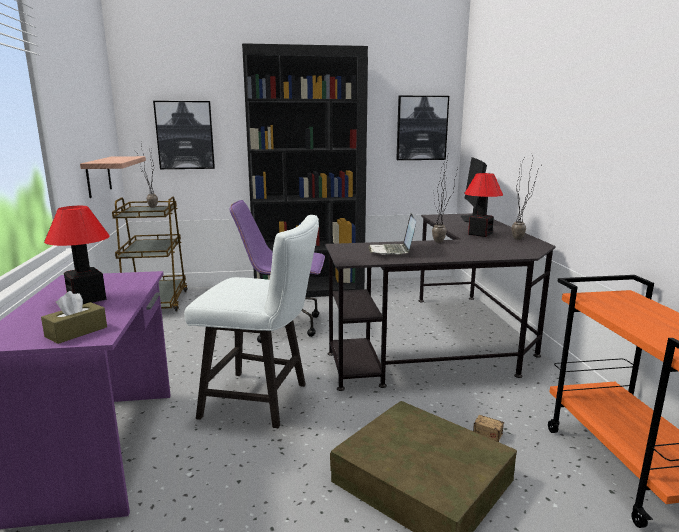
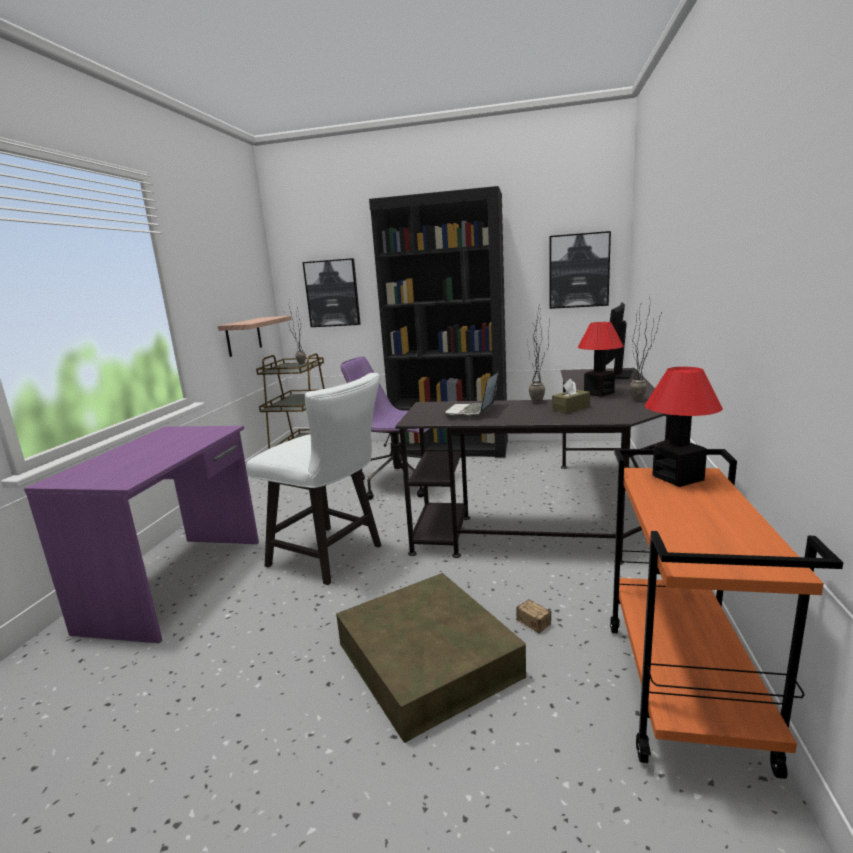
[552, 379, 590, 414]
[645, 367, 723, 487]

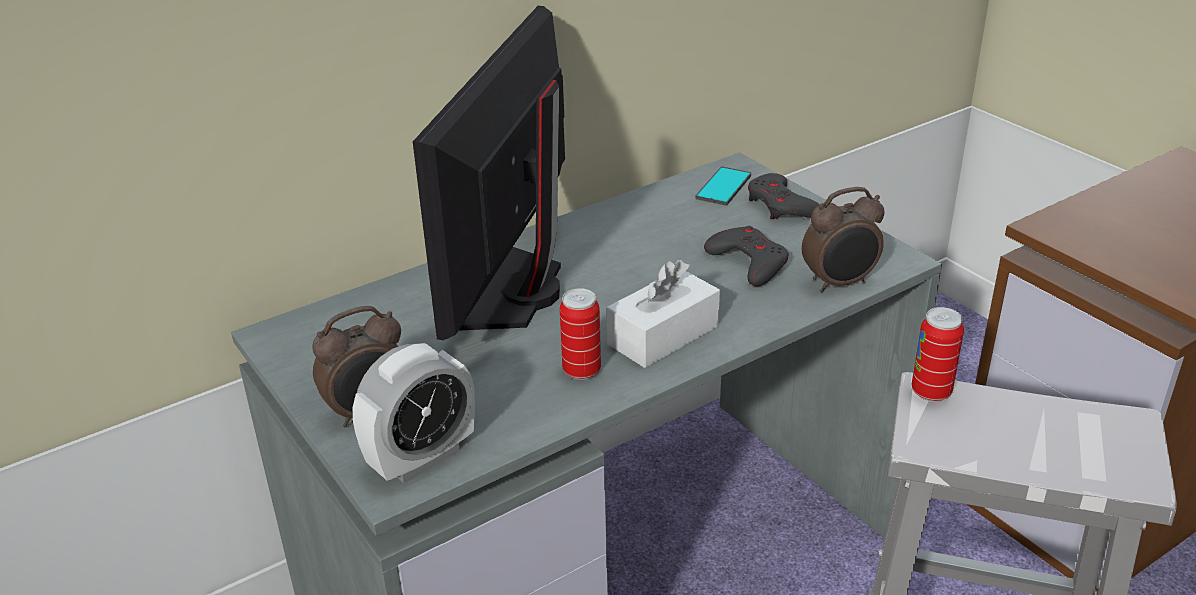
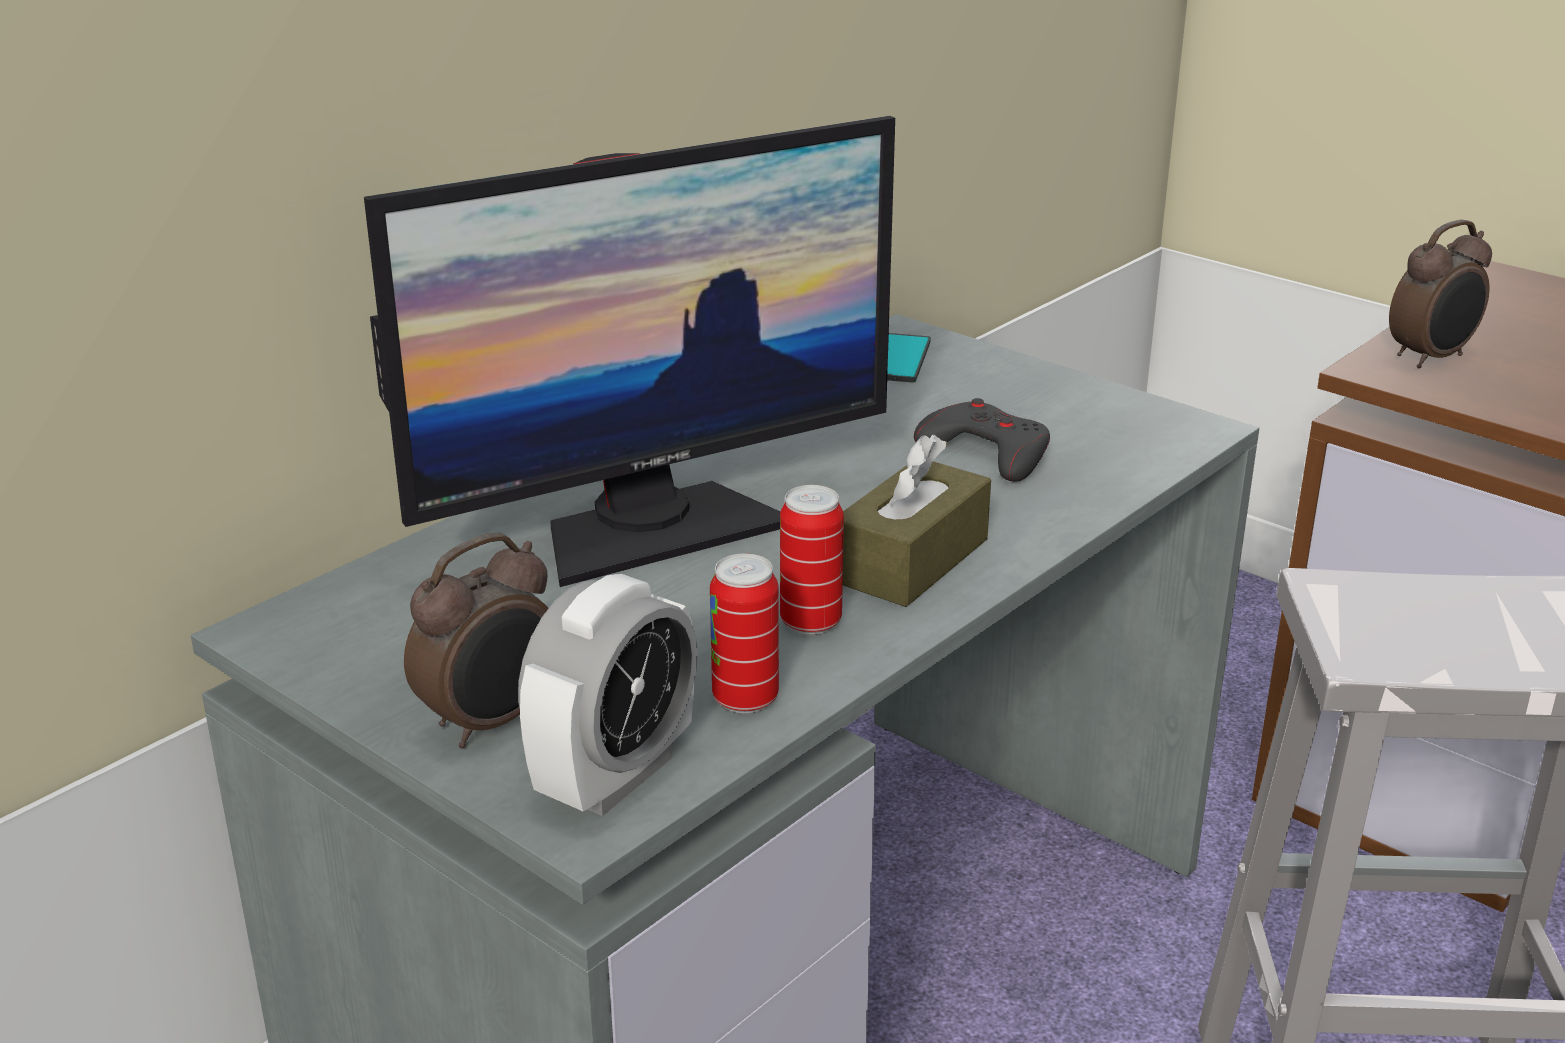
[748, 173, 819, 219] (first image)
[1389, 220, 1492, 368]
[710, 553, 779, 713]
[843, 435, 991, 607]
[364, 116, 895, 587]

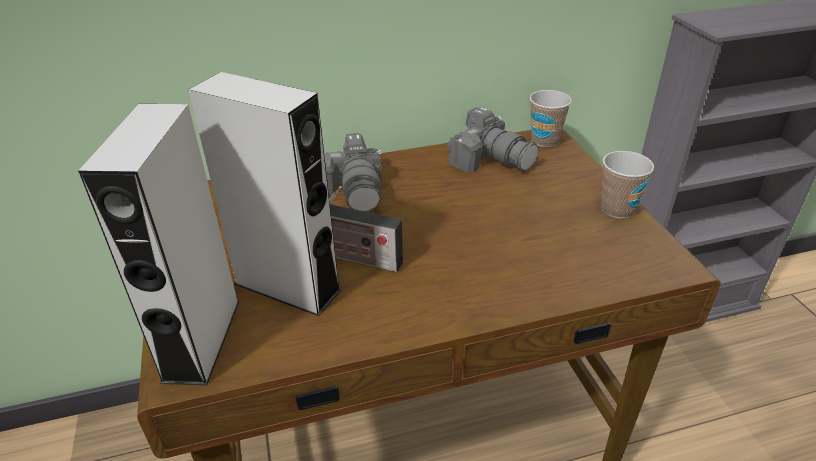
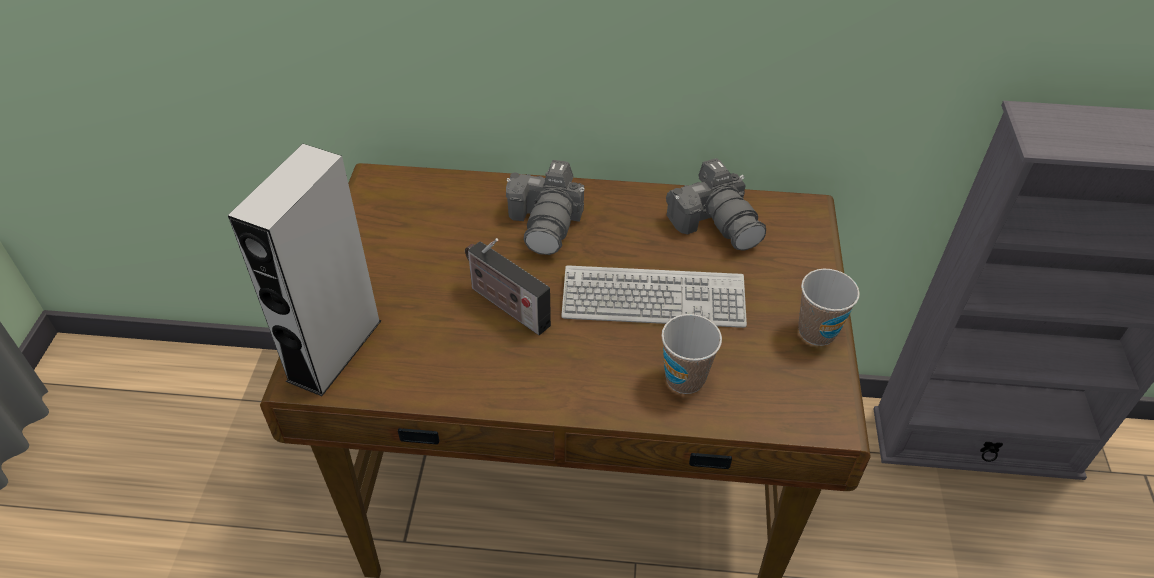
[188, 72, 341, 316] (first image)
[561, 265, 747, 328]
[661, 314, 722, 394]

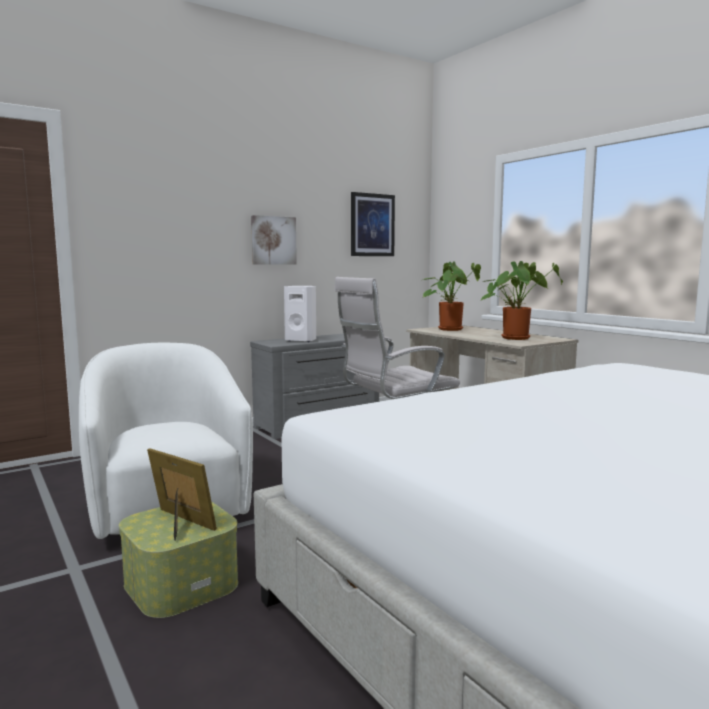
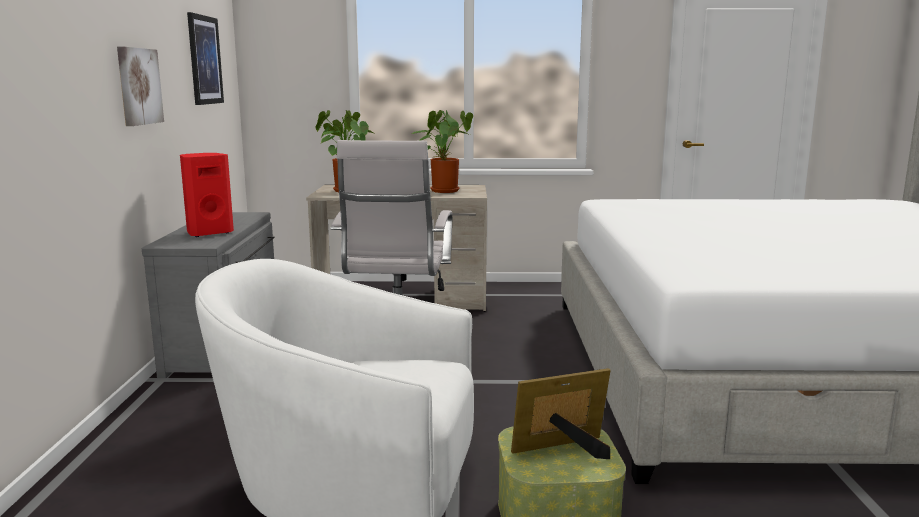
[180, 153, 234, 237]

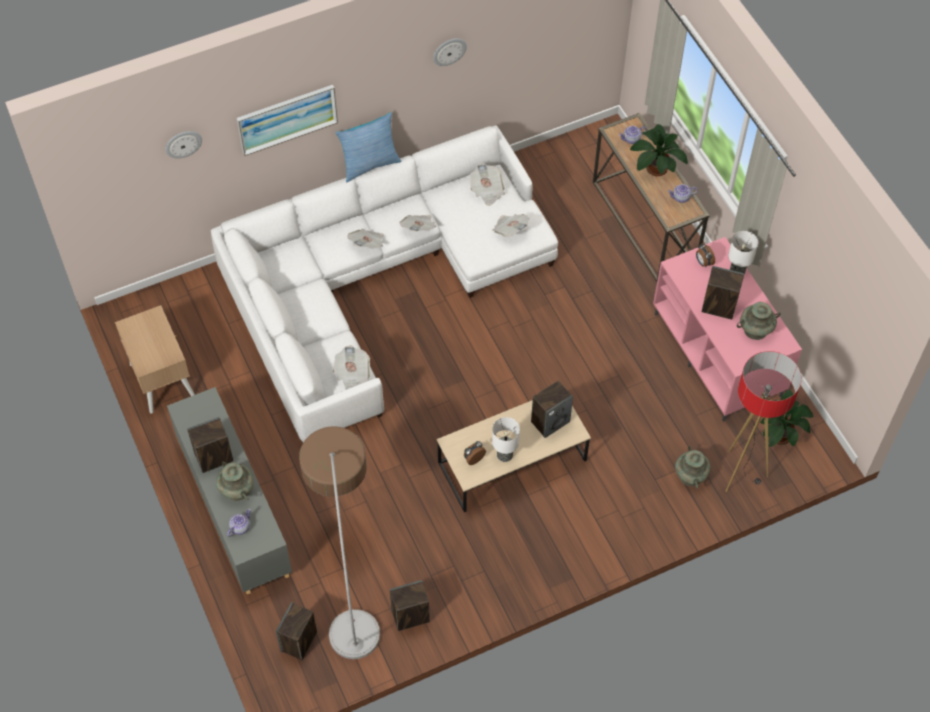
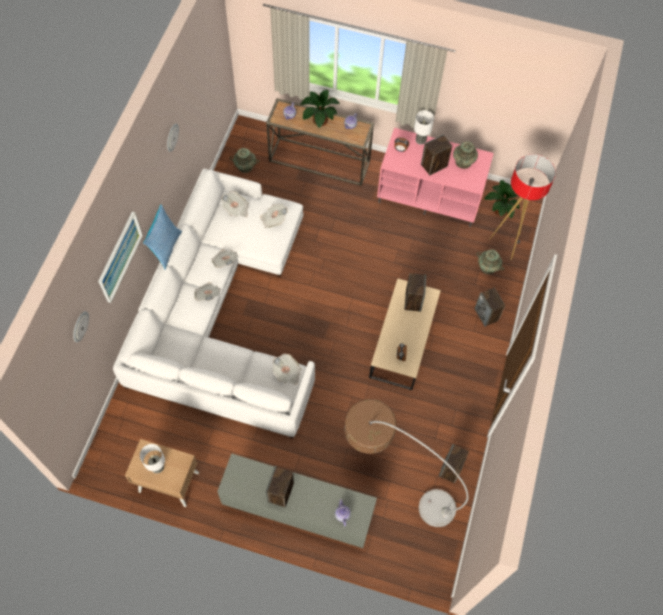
[230, 148, 259, 173]
[474, 288, 505, 327]
[140, 444, 165, 473]

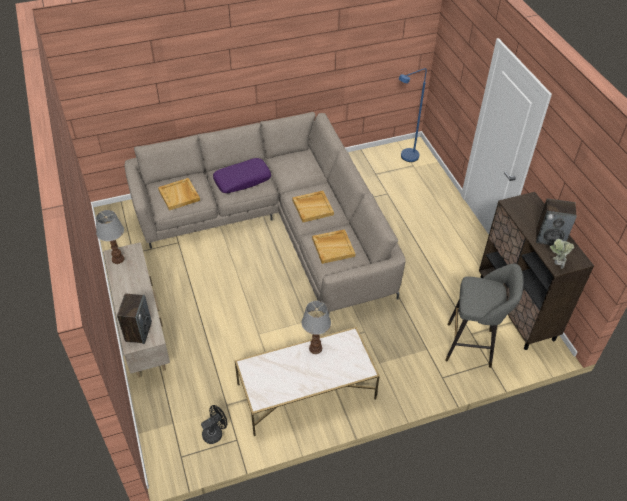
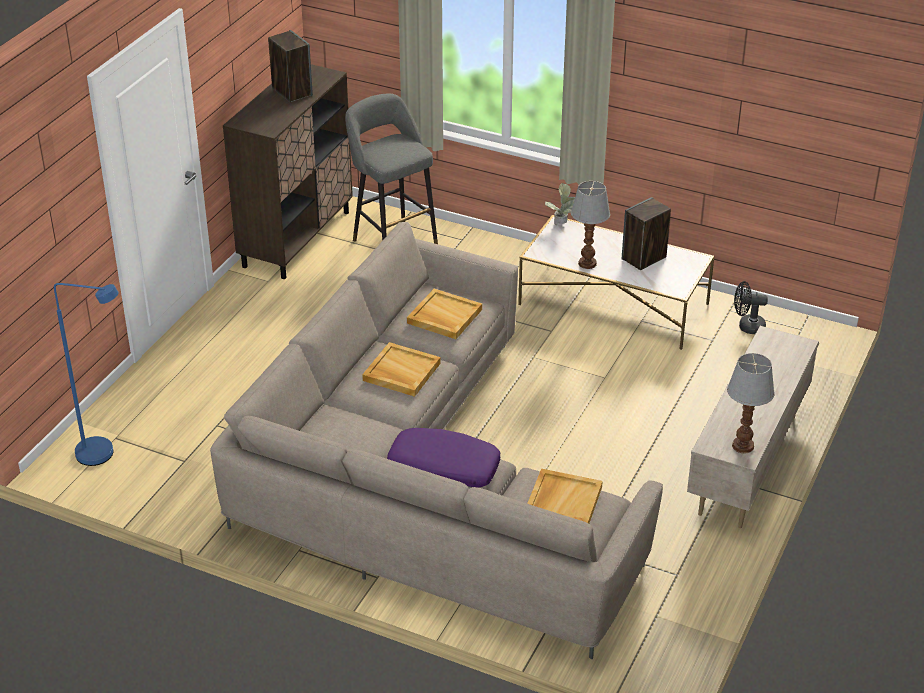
[622, 197, 671, 270]
[545, 183, 575, 225]

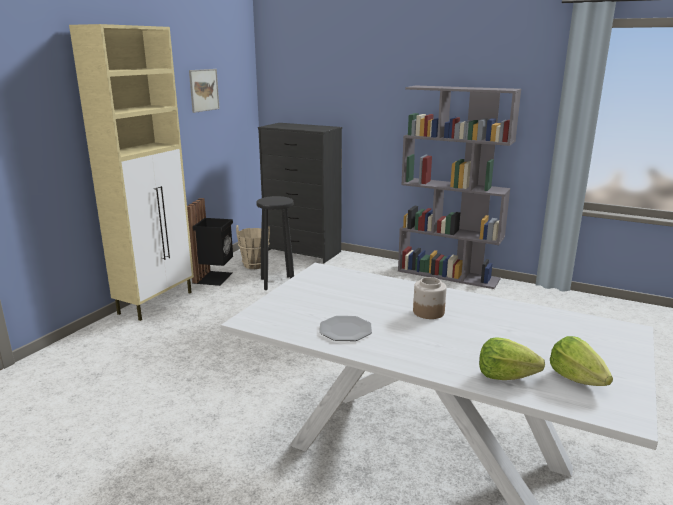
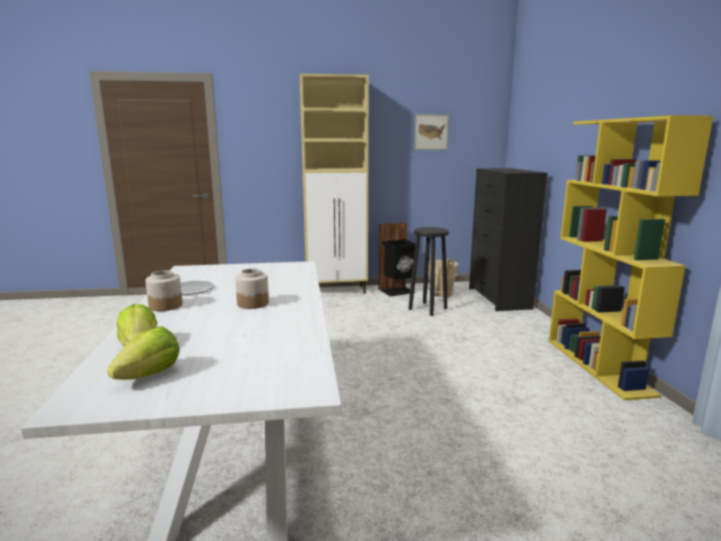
[145, 270, 183, 311]
[549, 115, 714, 401]

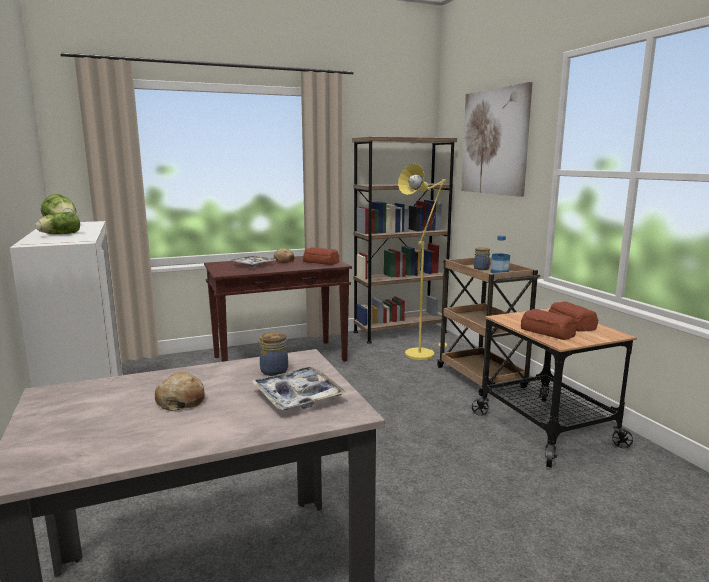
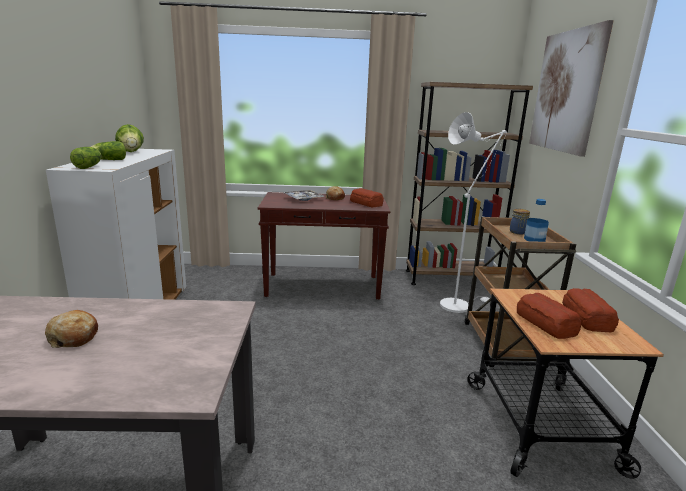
[251, 367, 347, 410] (first image)
[260, 332, 288, 376] (first image)
[70, 147, 101, 169]
[440, 112, 507, 313]

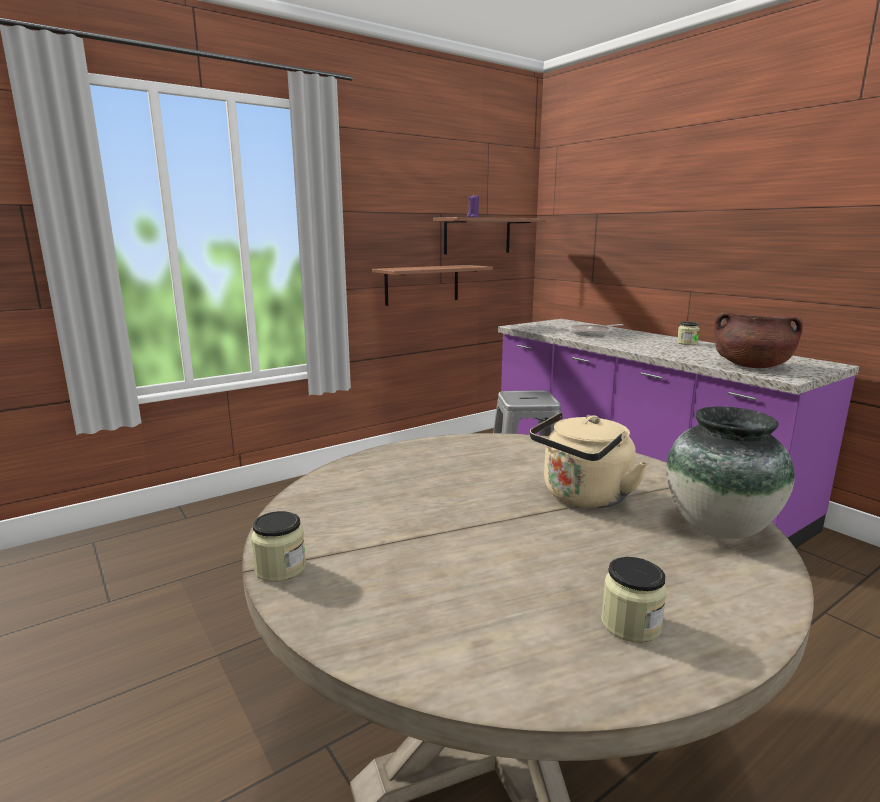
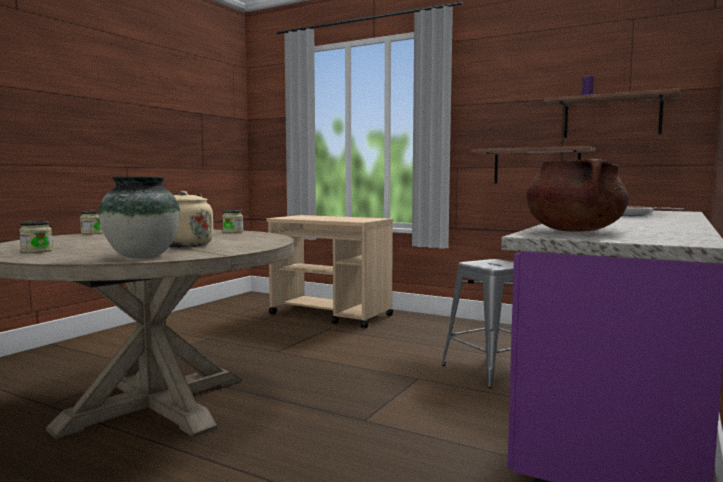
[267, 215, 394, 328]
[222, 210, 243, 233]

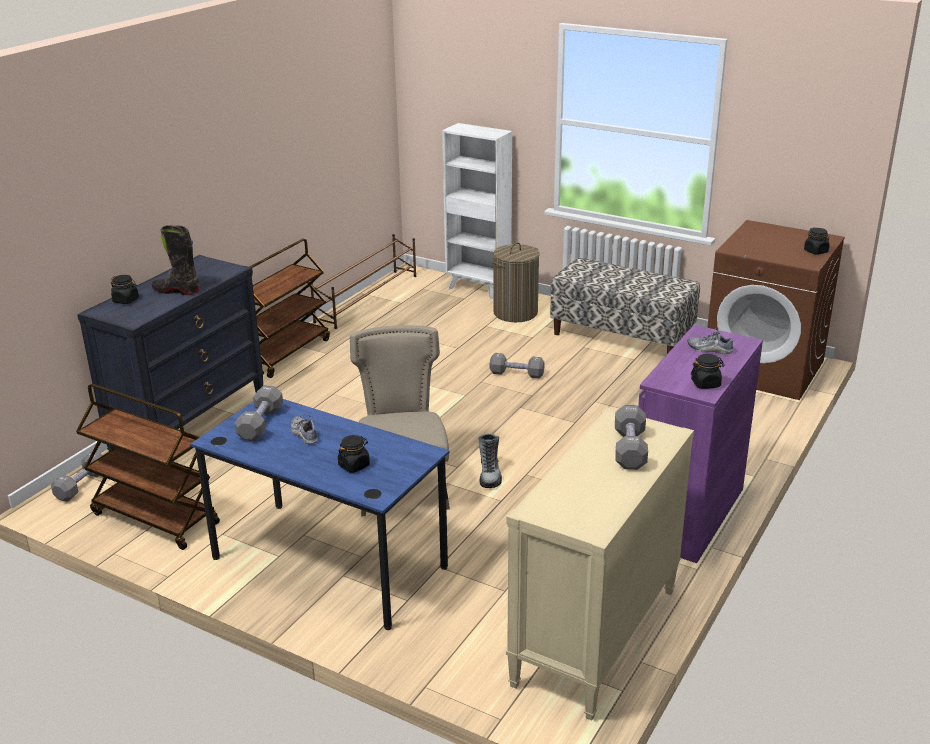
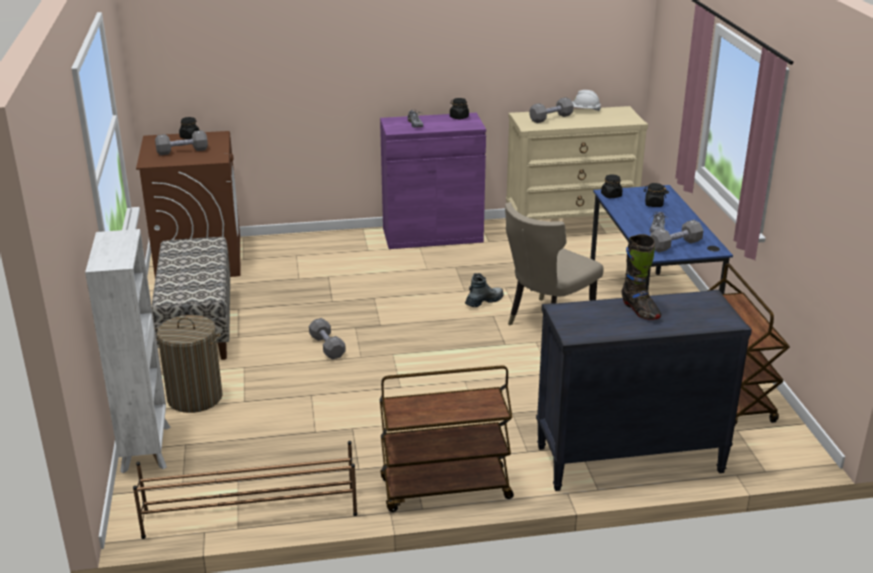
[572, 90, 601, 111]
[155, 130, 208, 155]
[601, 175, 623, 198]

